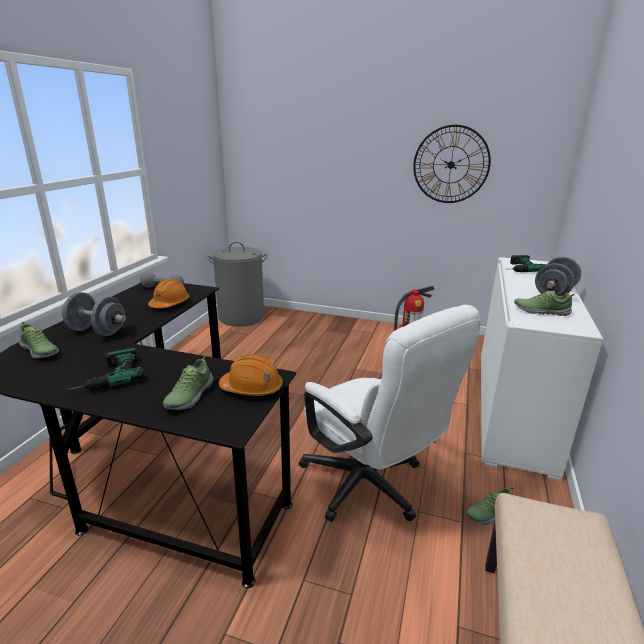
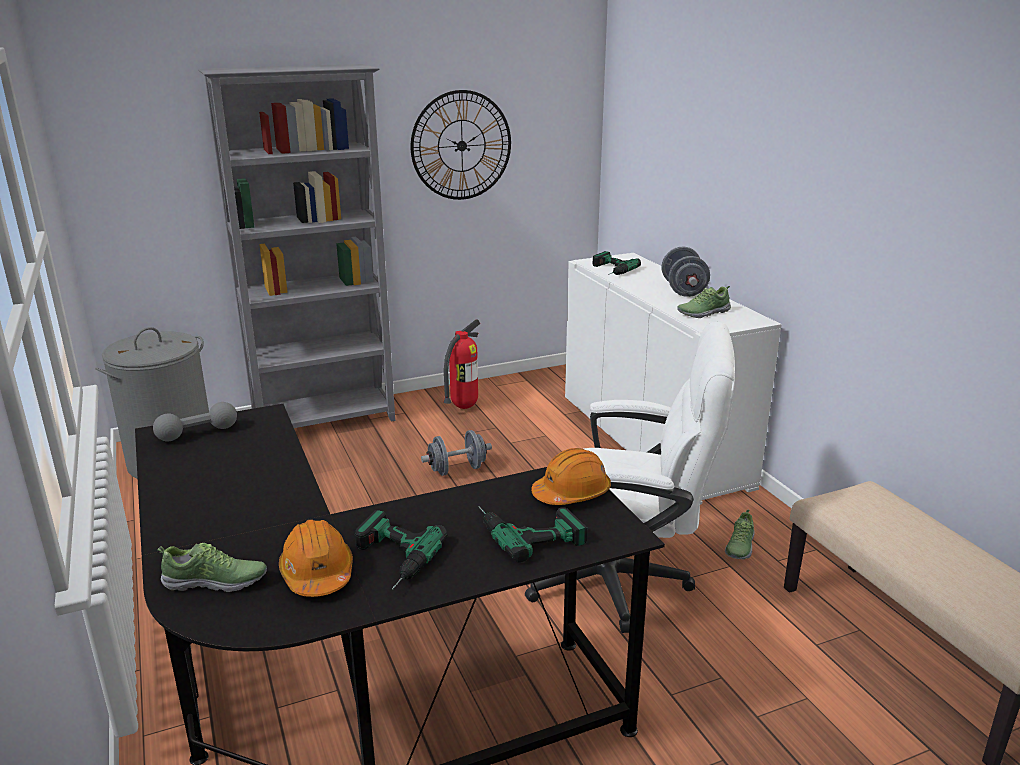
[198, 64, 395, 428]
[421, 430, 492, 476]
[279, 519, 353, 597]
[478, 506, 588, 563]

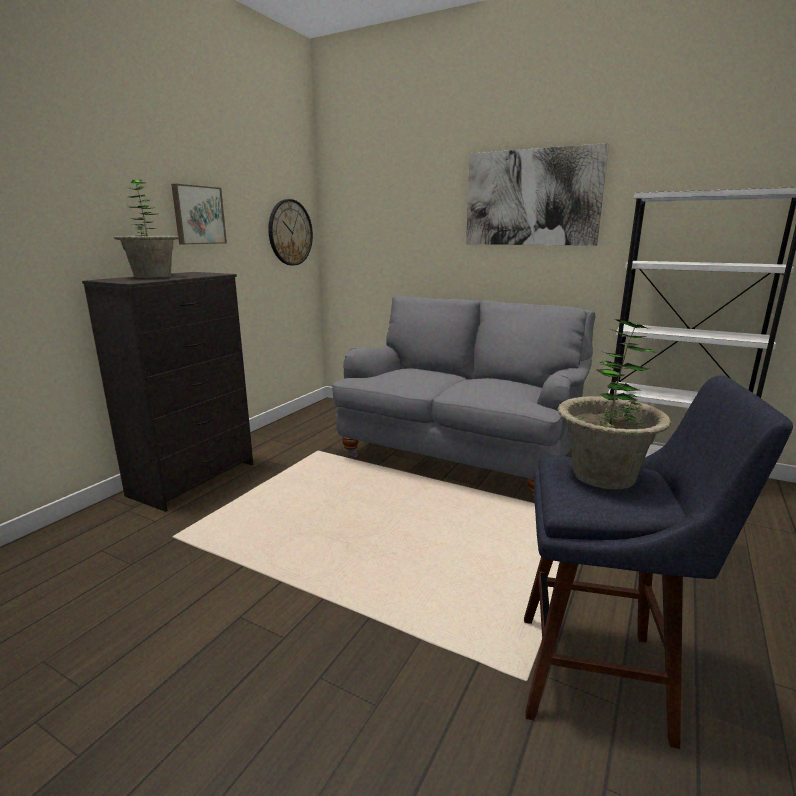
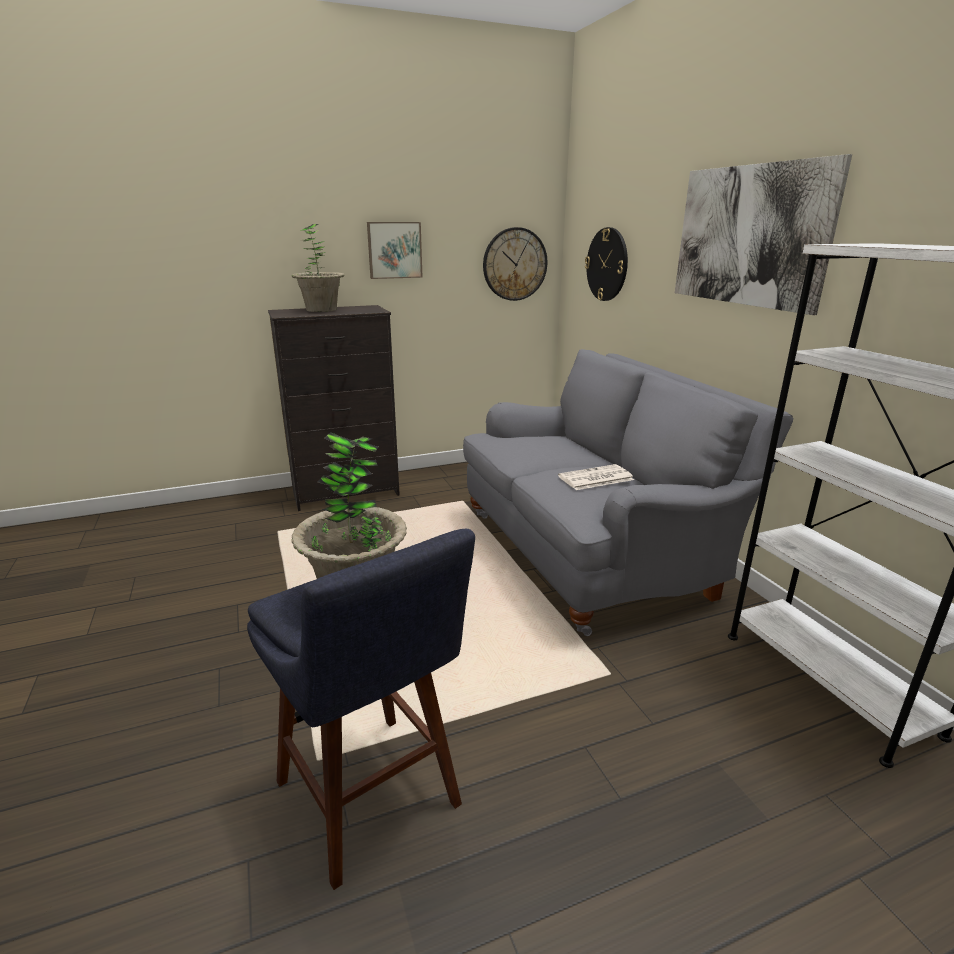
[558, 464, 634, 490]
[585, 227, 628, 301]

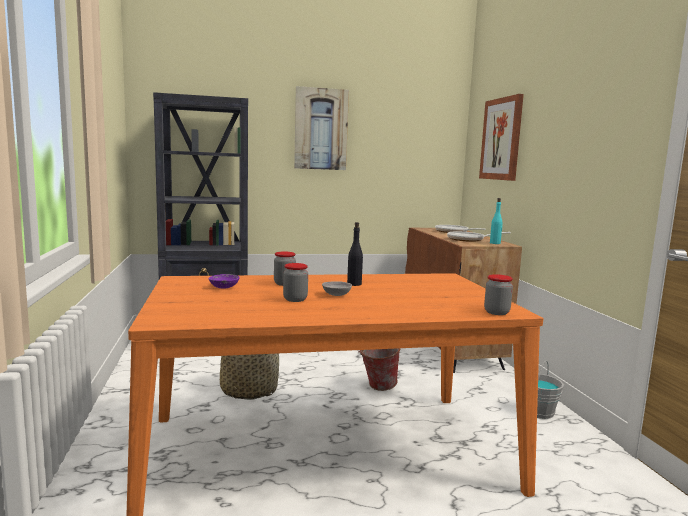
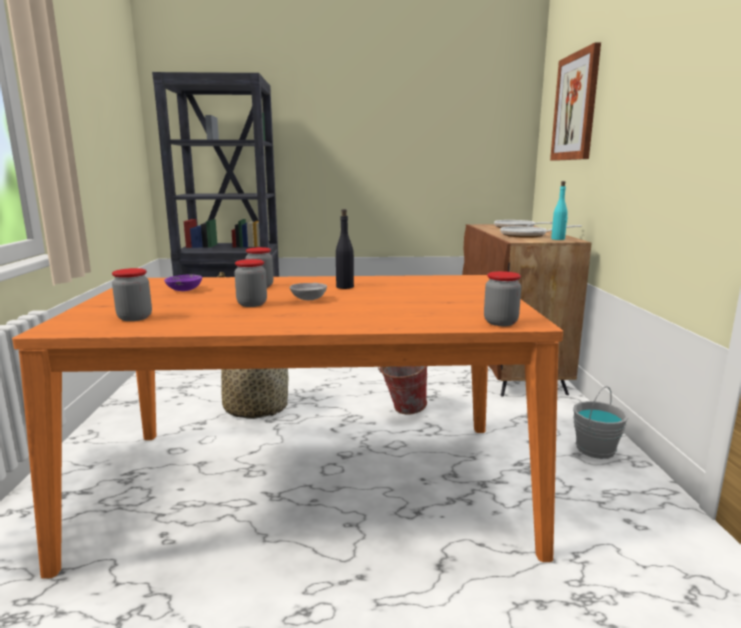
[294, 86, 349, 170] (first image)
[112, 268, 152, 321]

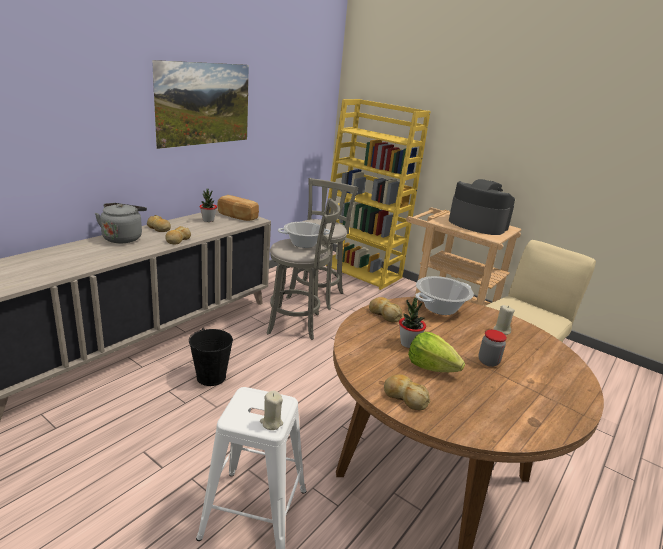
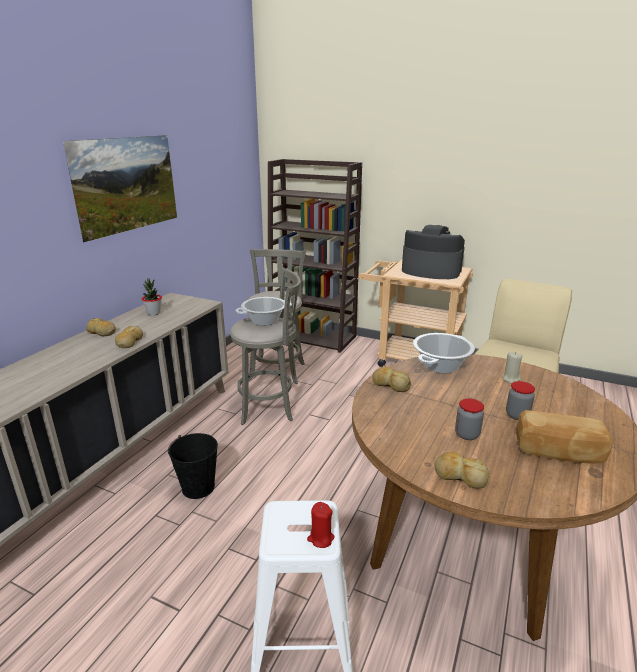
[95, 203, 147, 243] (first image)
[399, 298, 426, 348] (first image)
[516, 410, 613, 464]
[455, 398, 484, 440]
[307, 502, 334, 548]
[268, 159, 362, 353]

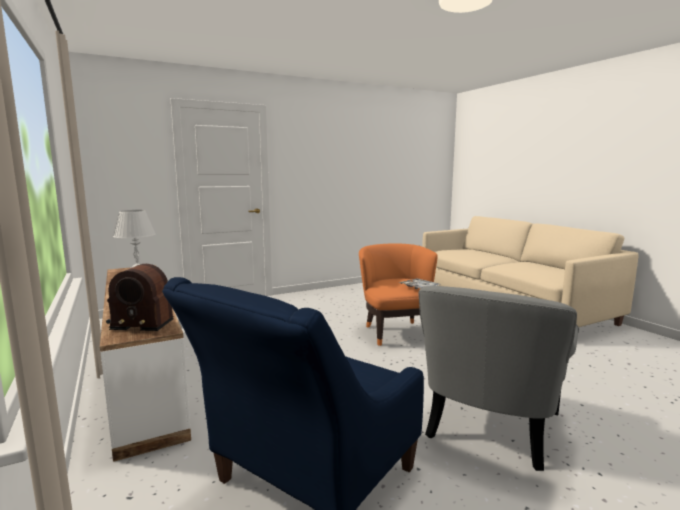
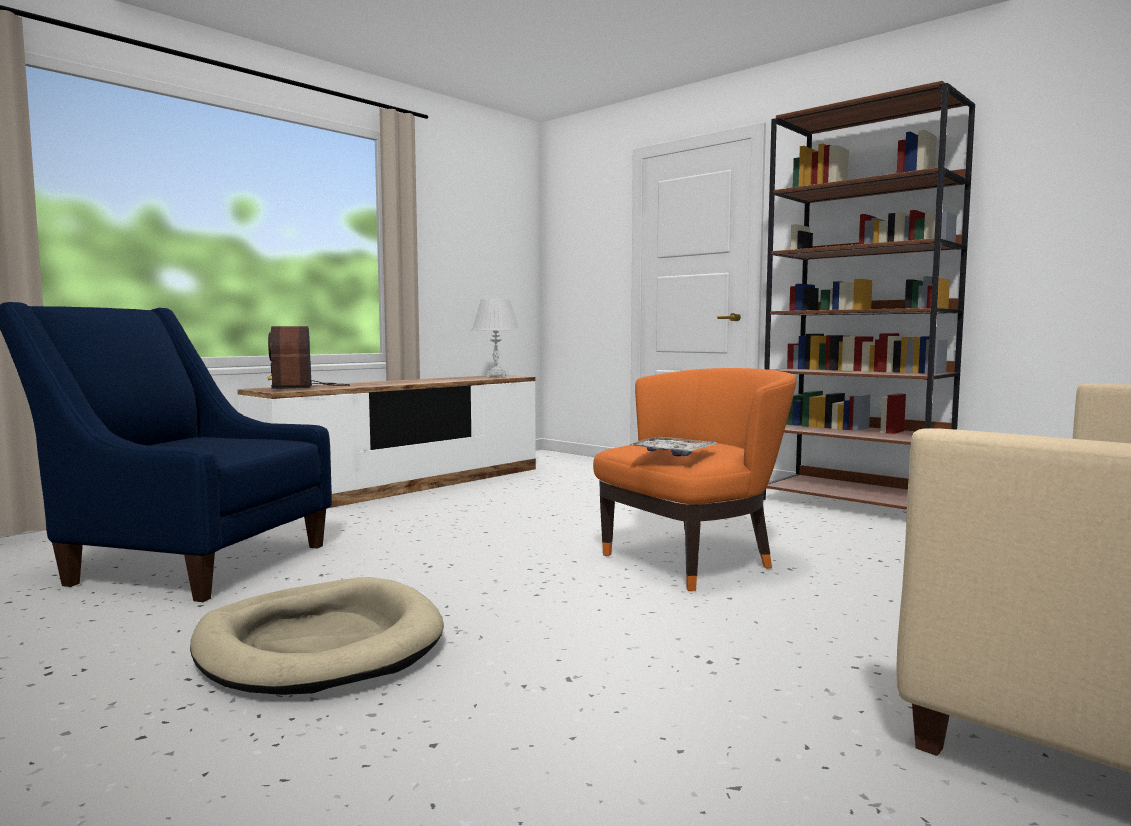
[763, 81, 975, 510]
[190, 577, 444, 695]

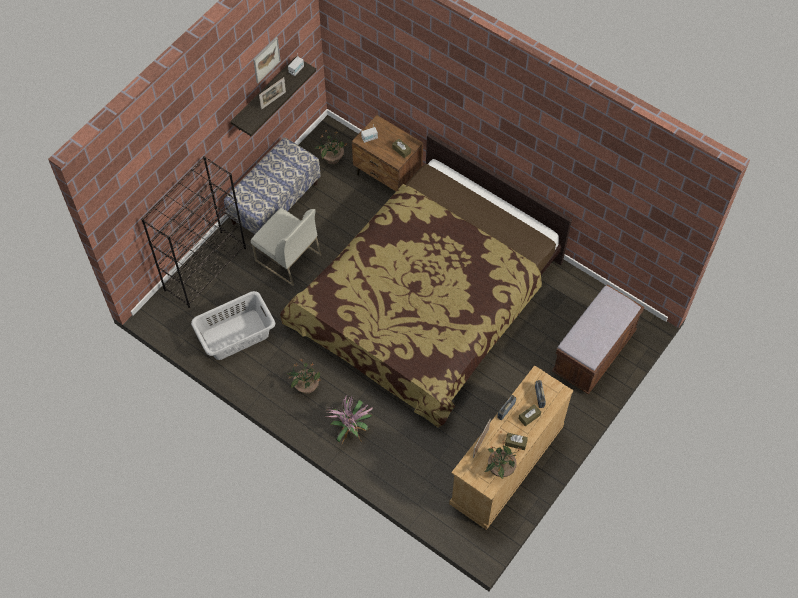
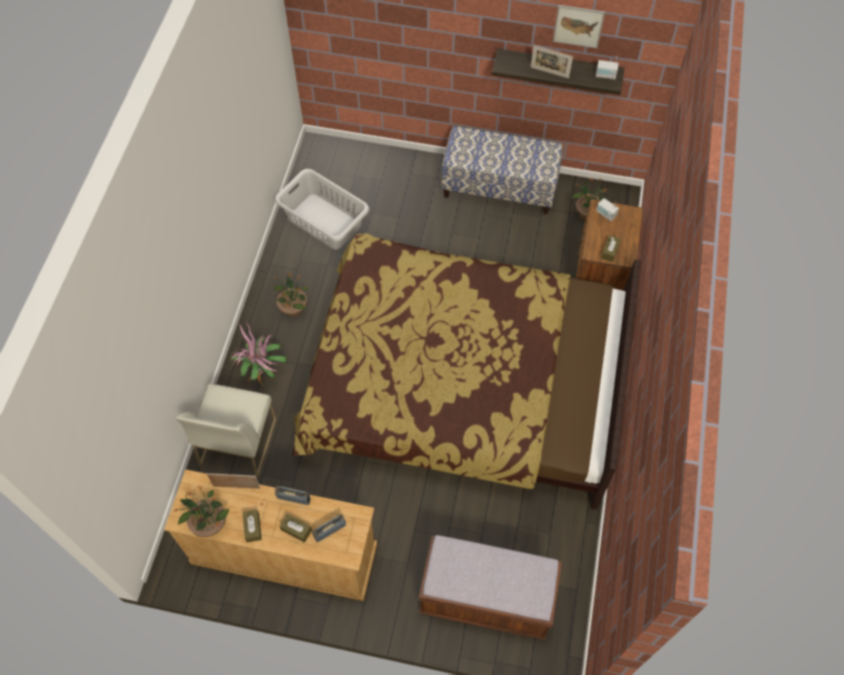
[141, 156, 246, 308] (first image)
[176, 384, 277, 478]

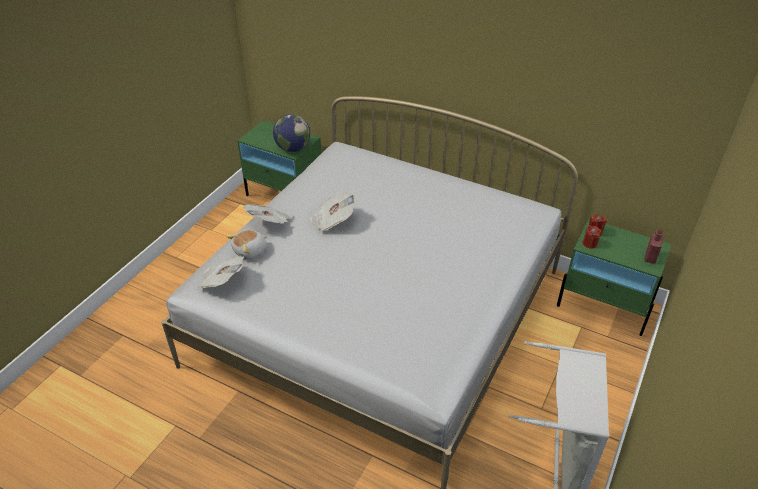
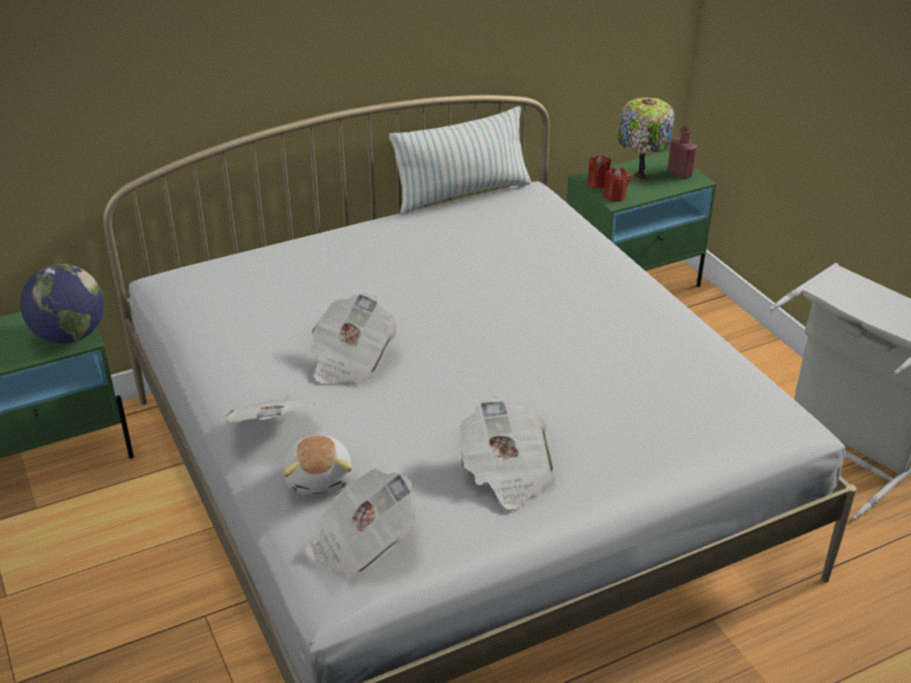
[389, 106, 531, 214]
[460, 398, 556, 510]
[618, 98, 674, 183]

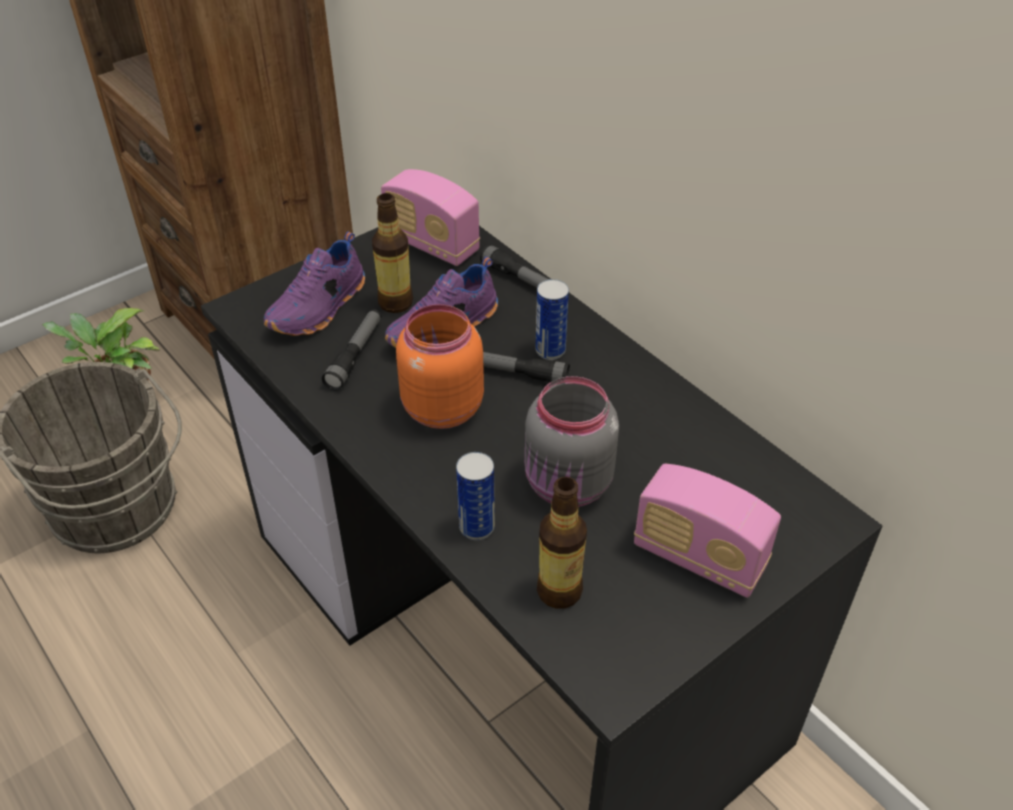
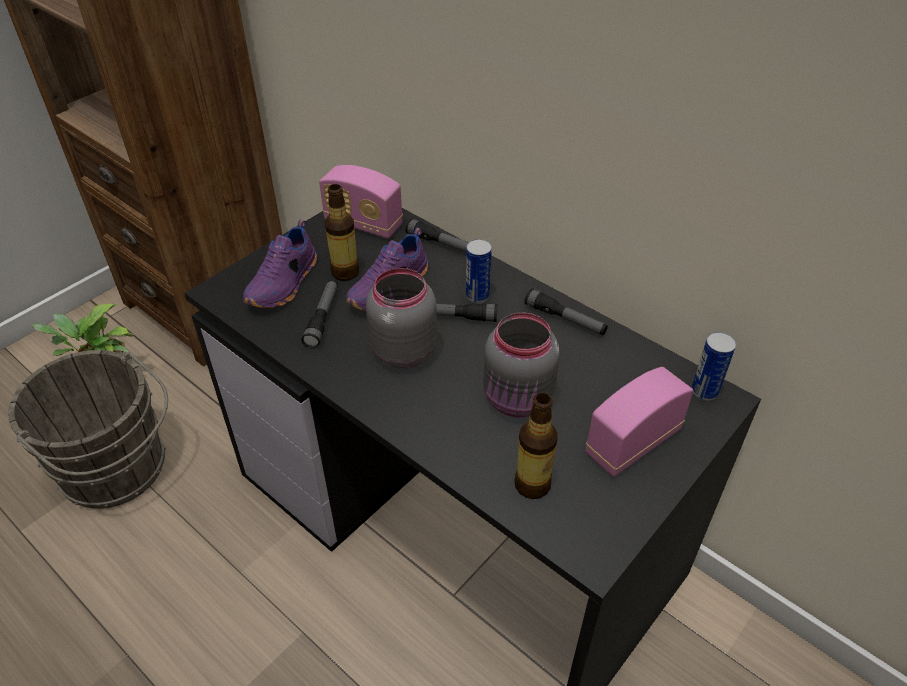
[525, 288, 608, 335]
[691, 332, 736, 401]
[366, 268, 437, 369]
[586, 367, 693, 477]

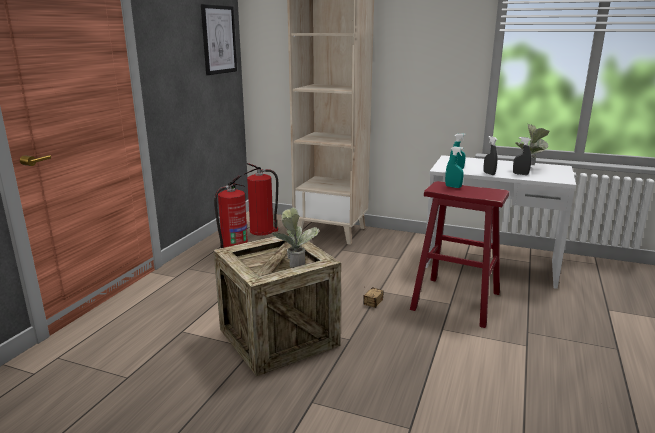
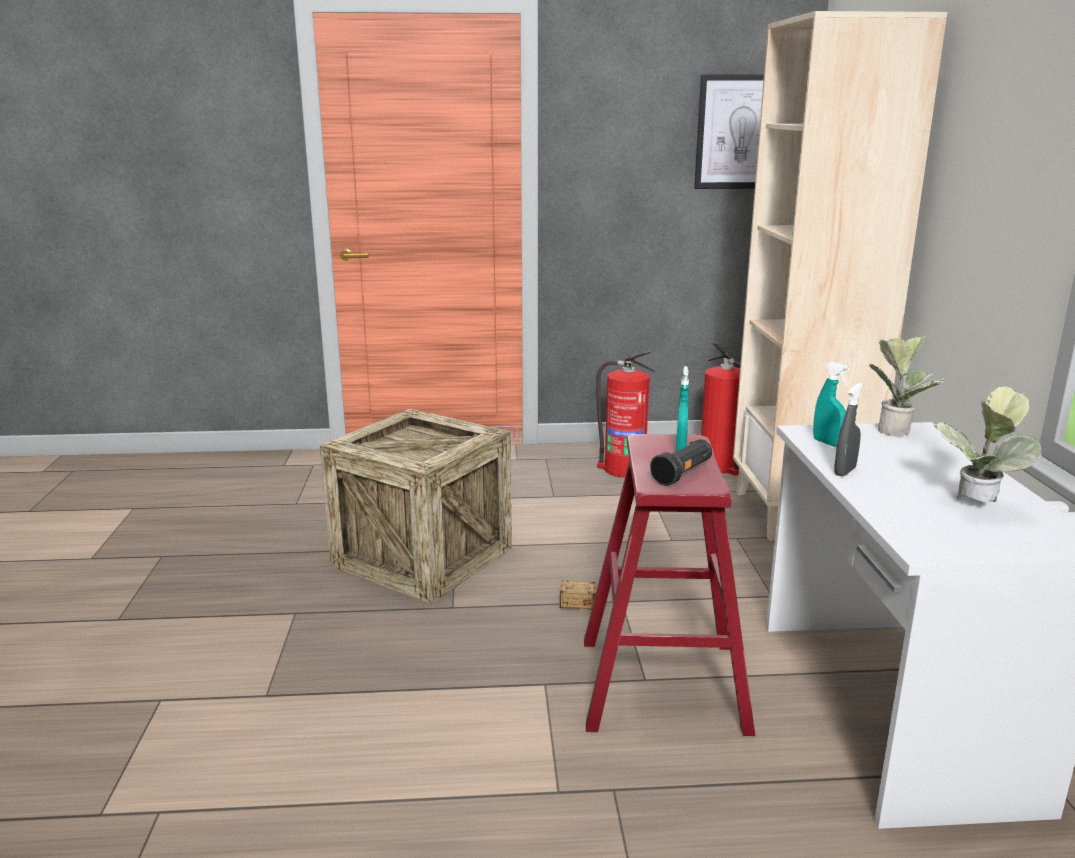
[513, 137, 532, 175] (first image)
[650, 439, 712, 486]
[869, 336, 944, 436]

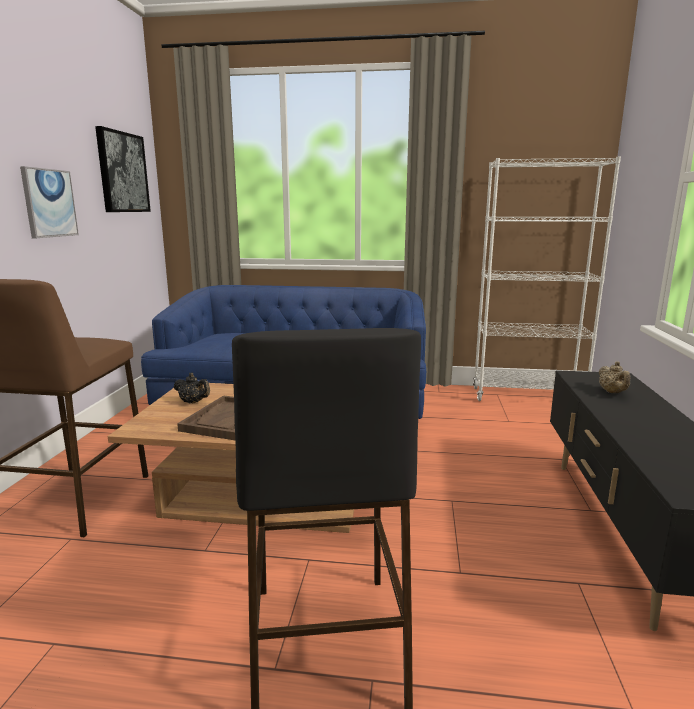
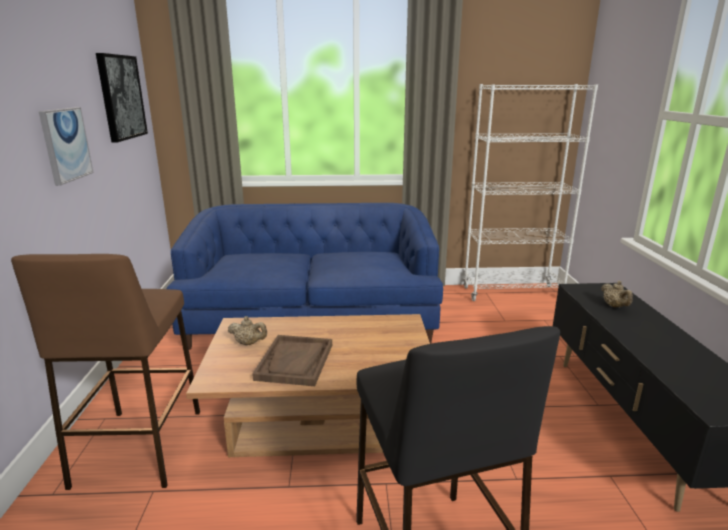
[228, 316, 267, 345]

